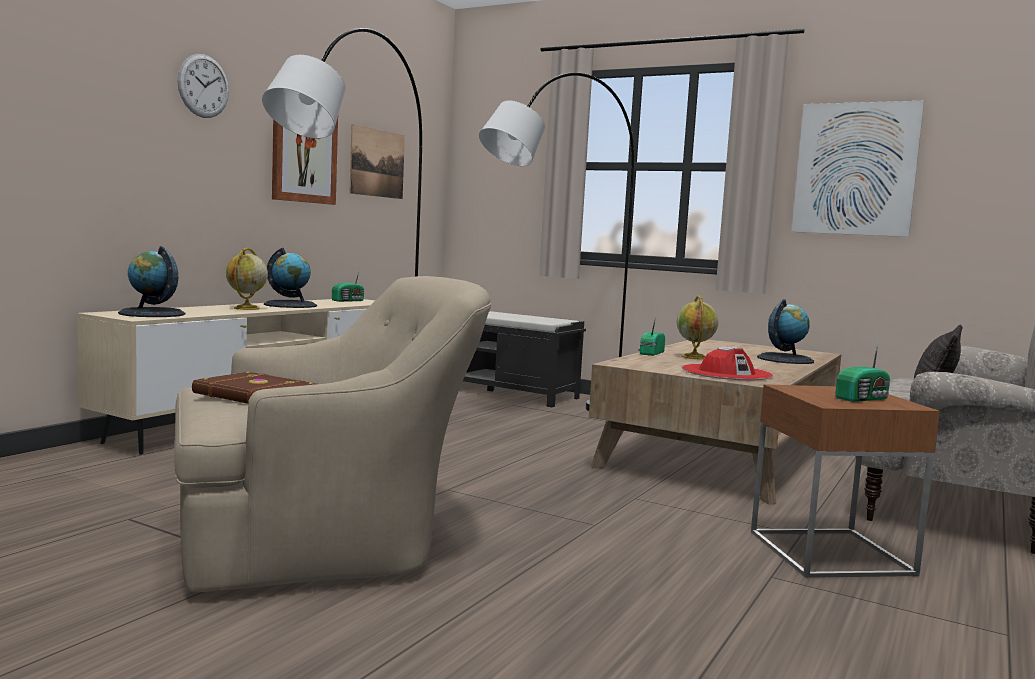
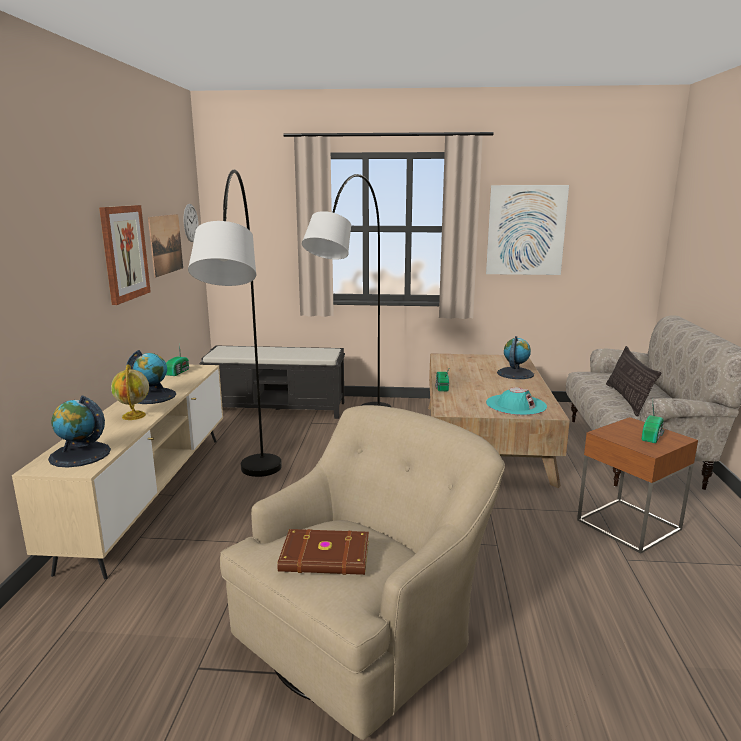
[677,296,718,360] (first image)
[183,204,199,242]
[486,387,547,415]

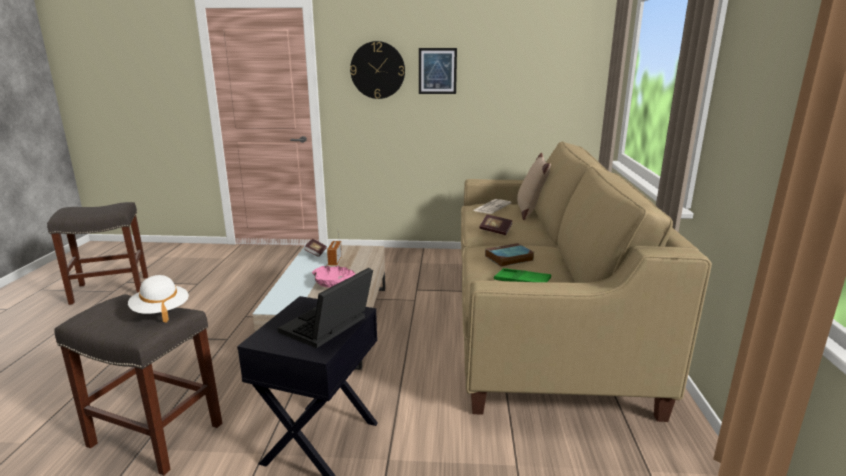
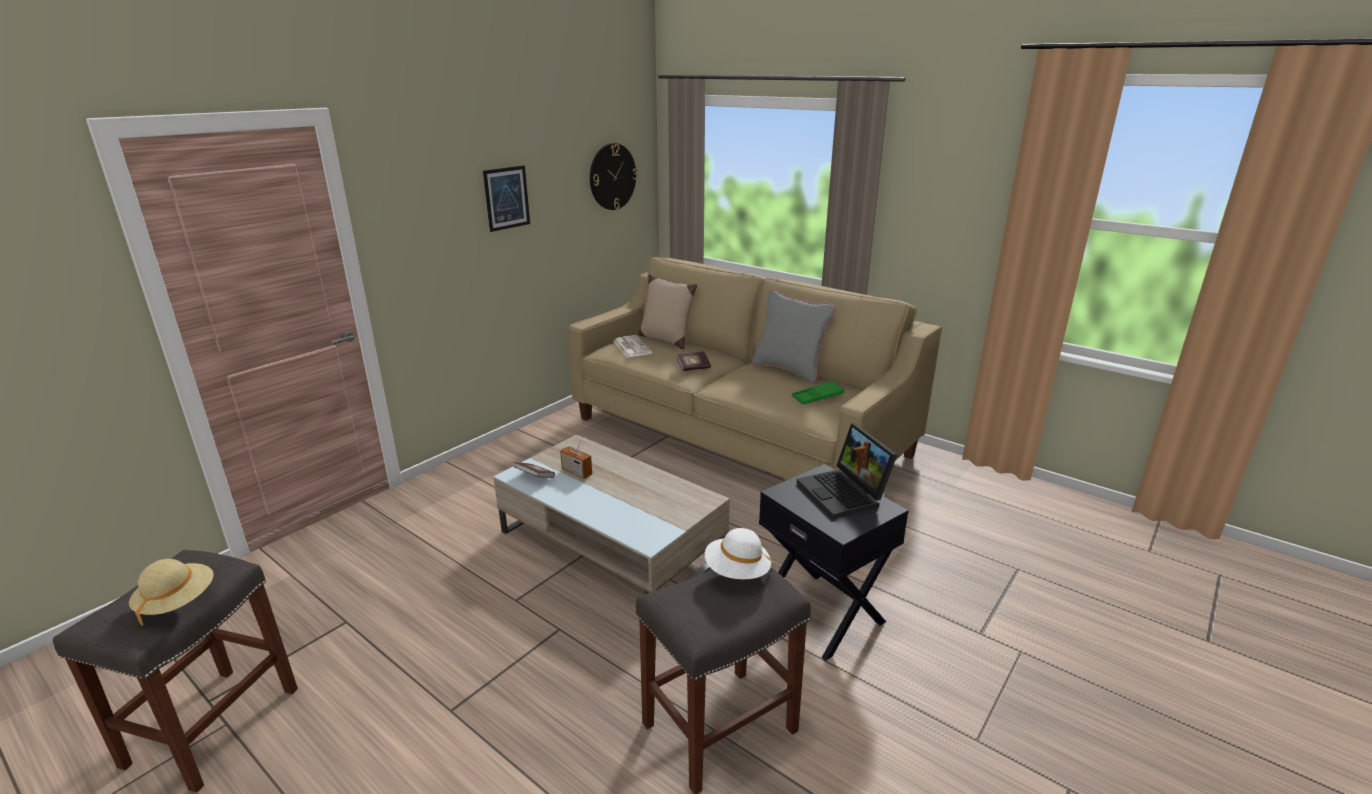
[312,266,355,288] (first image)
[485,243,535,267] (first image)
[129,559,214,626]
[752,290,836,384]
[590,143,638,210]

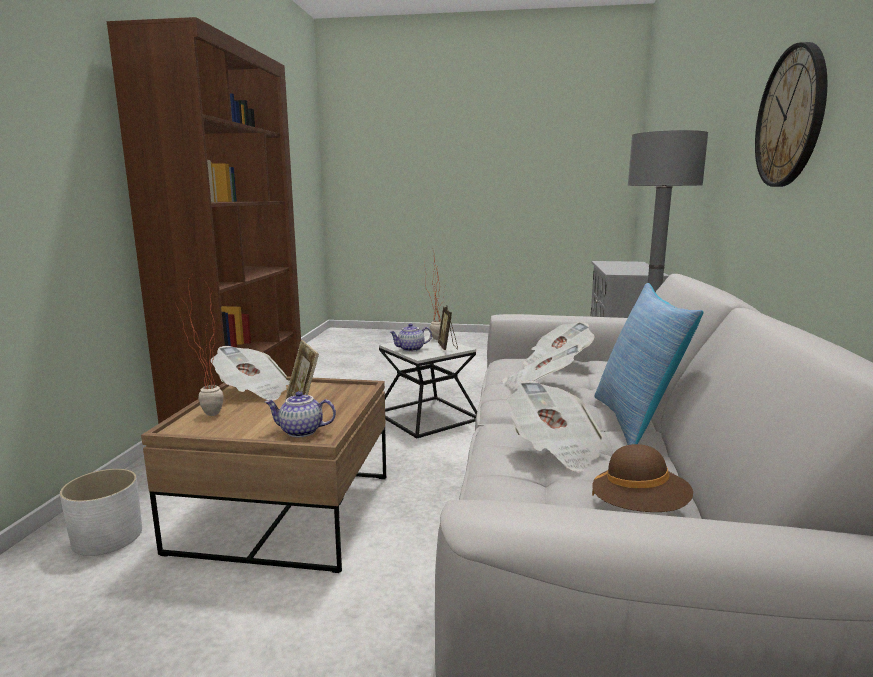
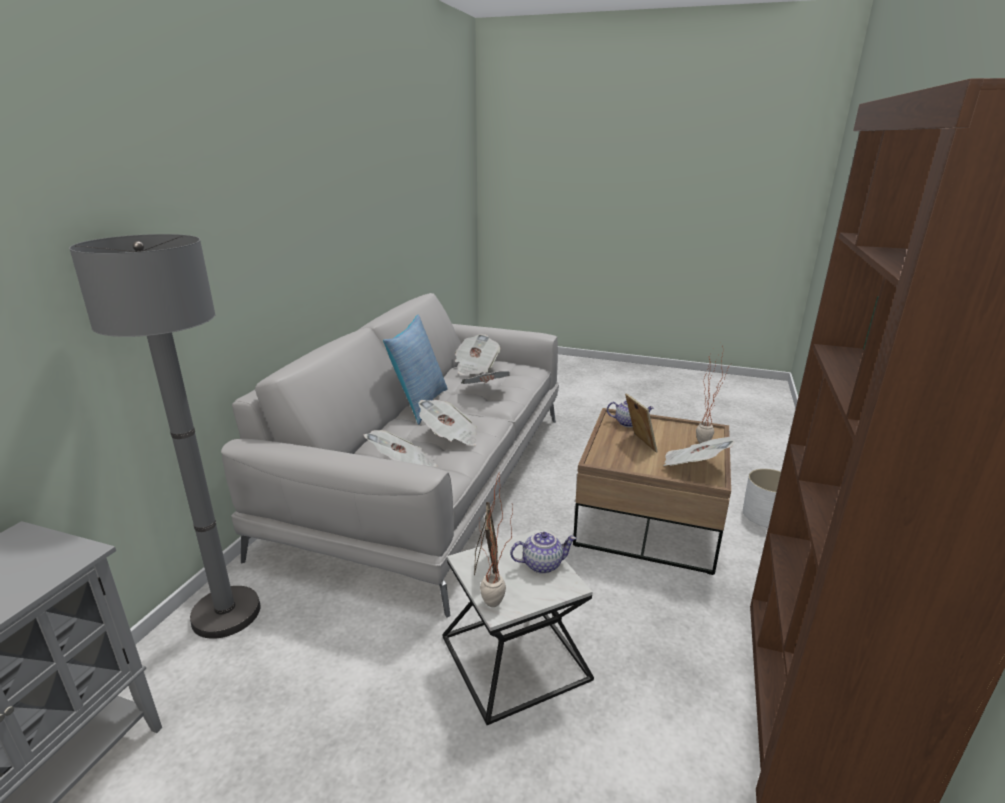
[755,42,827,187] (first image)
[455,334,501,375]

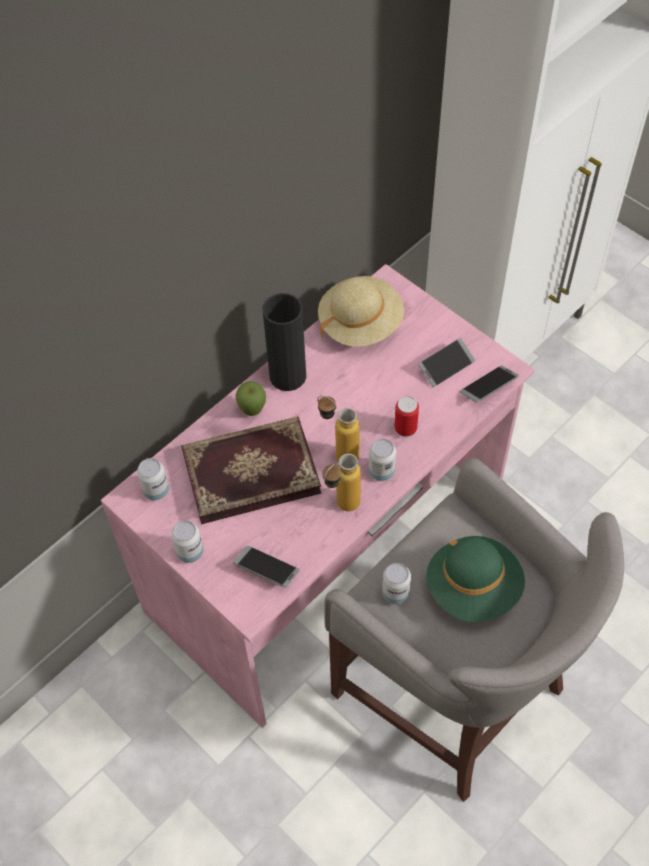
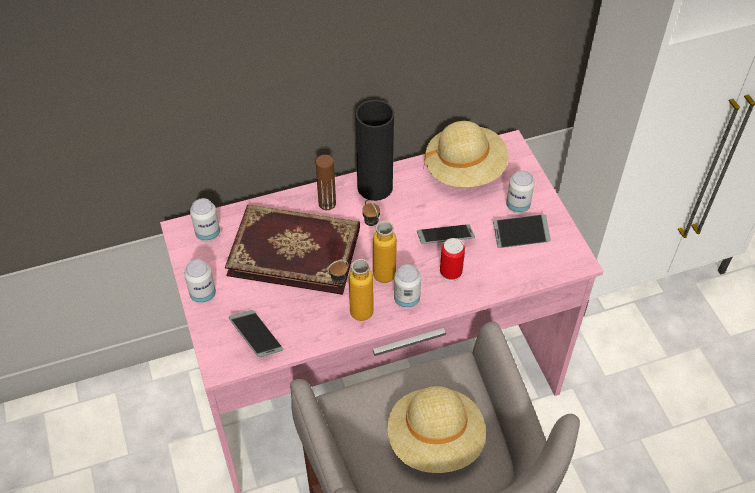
[506,170,535,213]
[417,224,475,244]
[316,155,336,210]
[388,386,486,473]

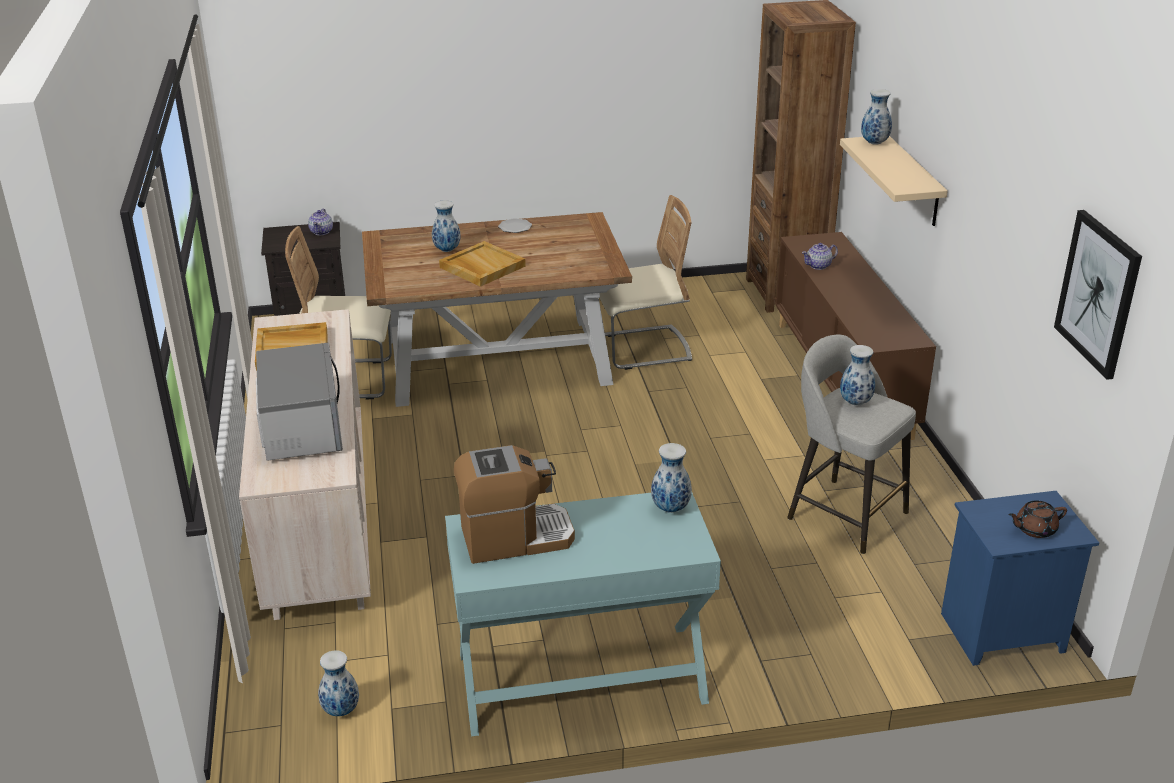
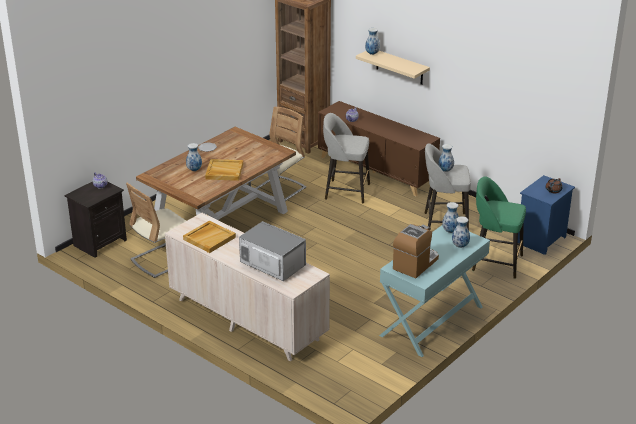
[1054,210,1142,380] (first image)
[323,113,370,204]
[472,176,526,279]
[452,216,470,248]

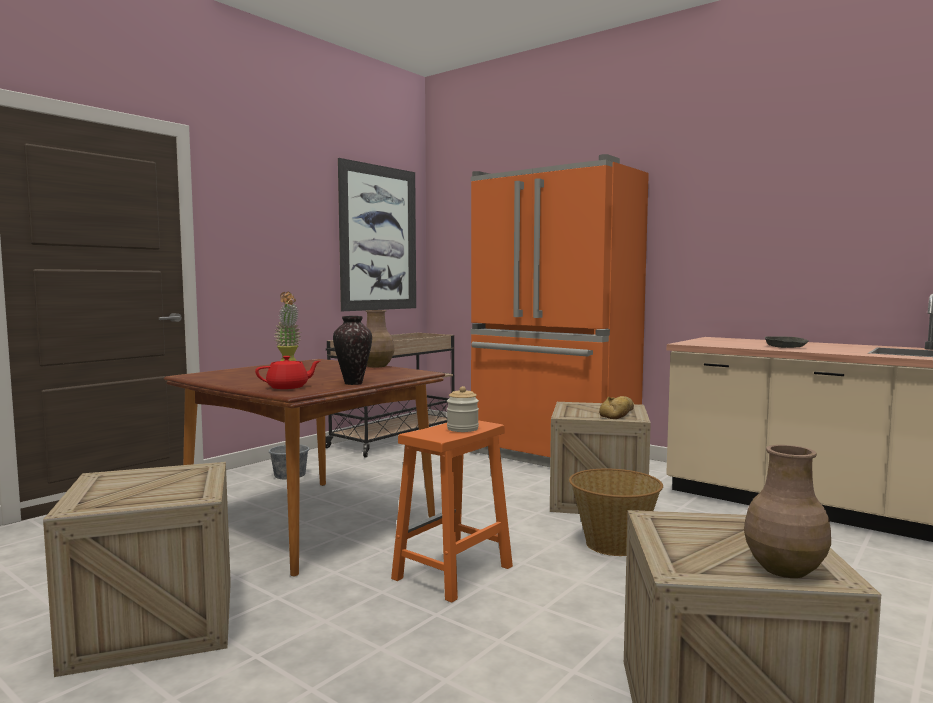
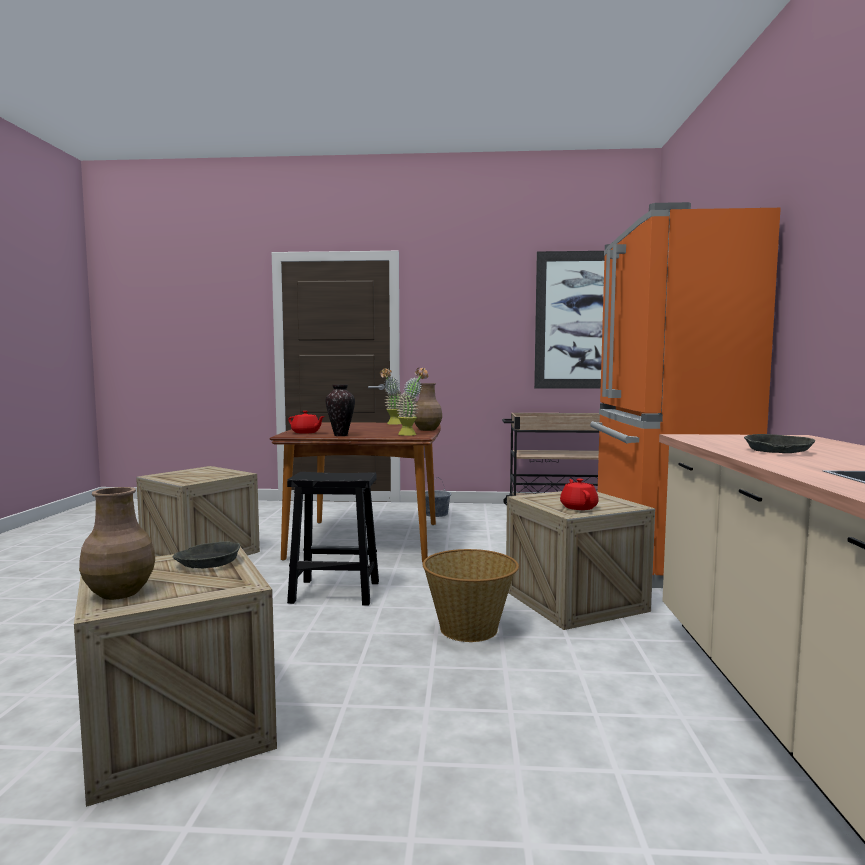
[447,386,479,432] (first image)
[173,541,240,568]
[397,368,428,436]
[560,479,599,510]
[287,472,379,606]

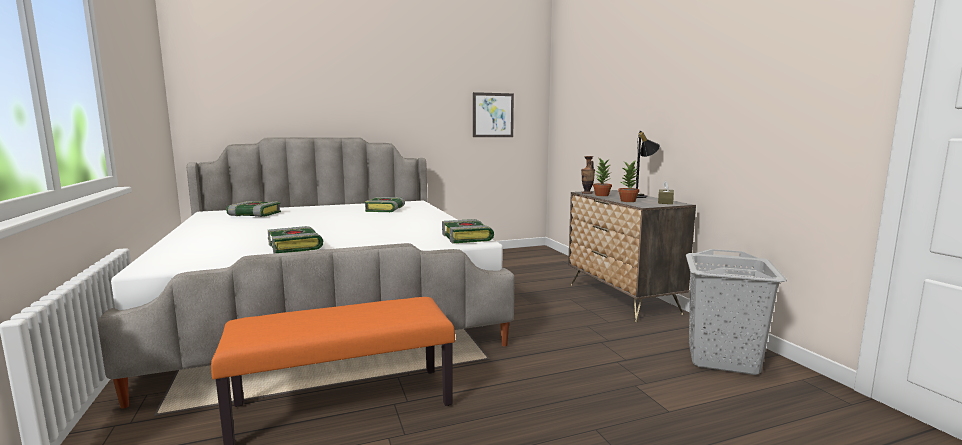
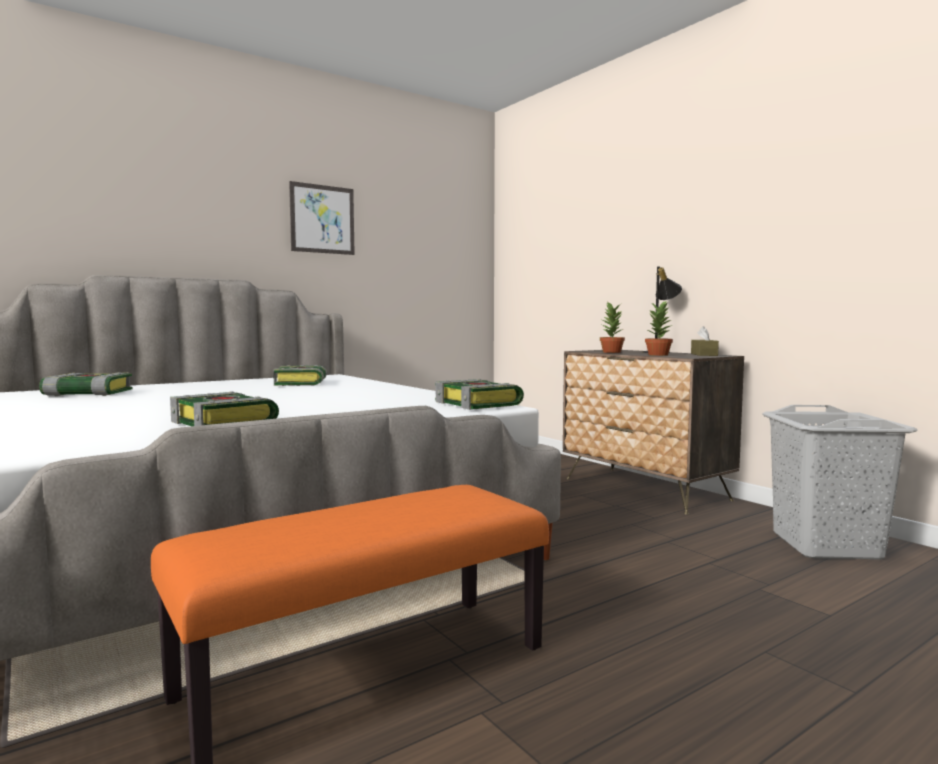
[581,156,595,194] (first image)
[289,181,355,255]

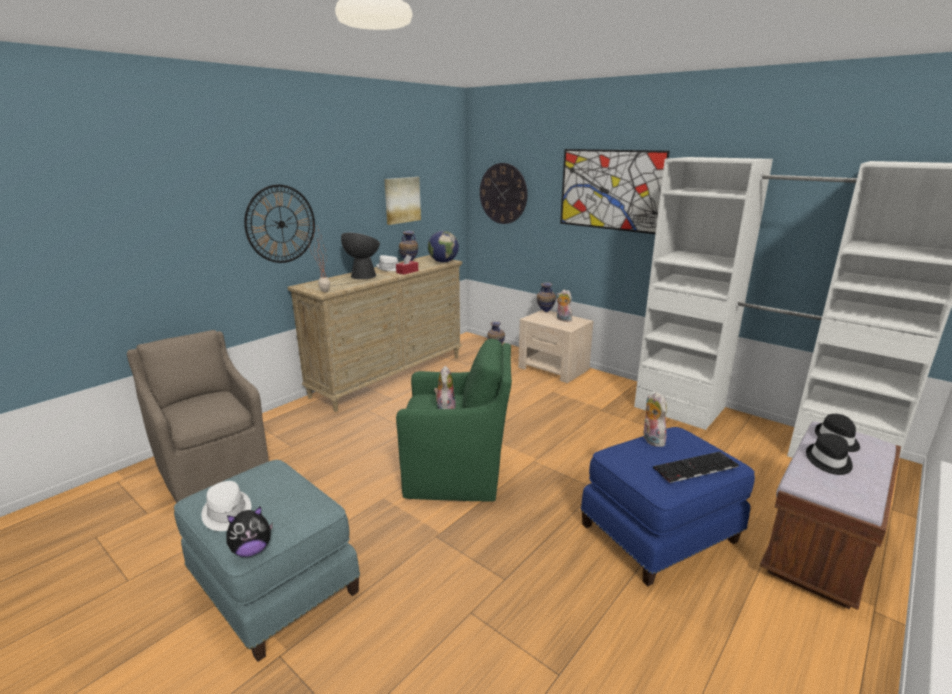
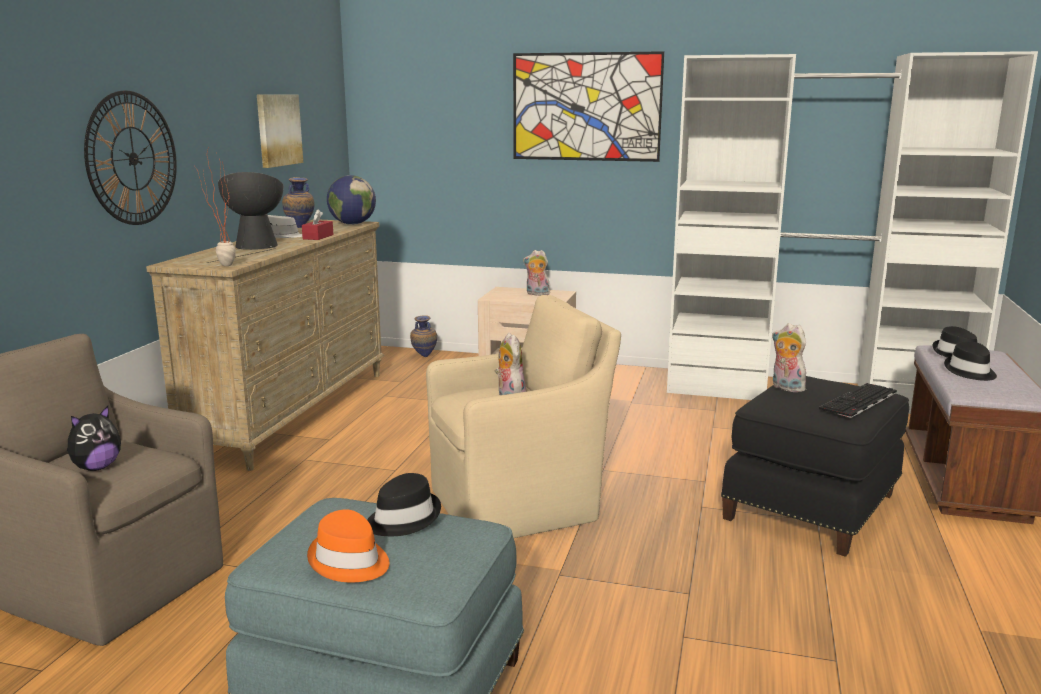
[480,163,527,224] (first image)
[537,283,556,312] (first image)
[367,473,441,536]
[67,406,121,471]
[307,509,389,582]
[426,295,621,538]
[721,376,909,557]

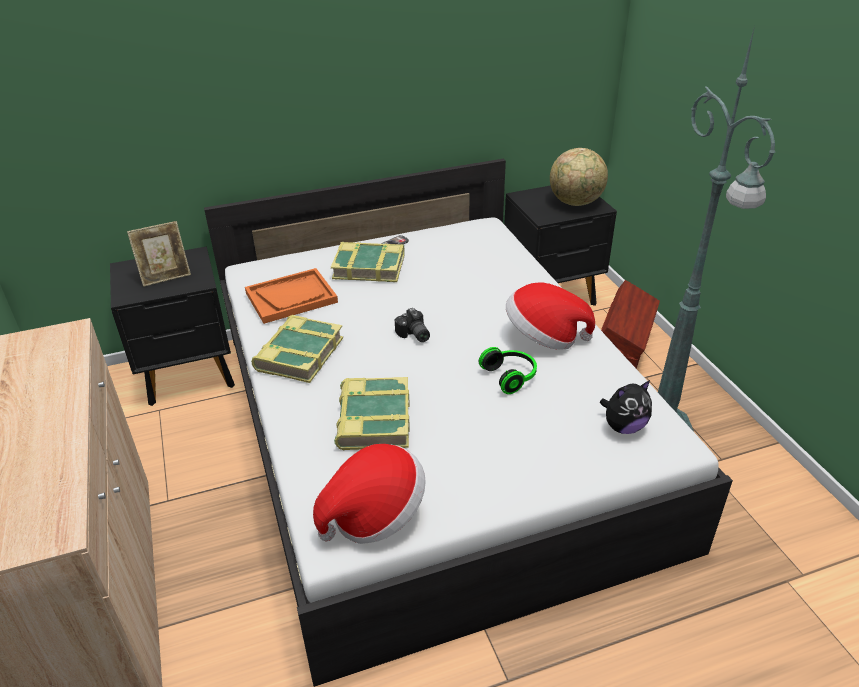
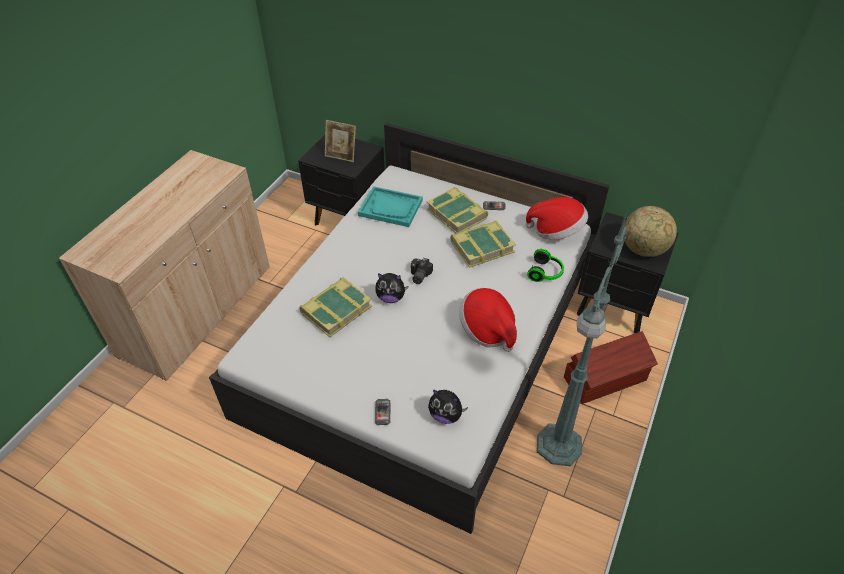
[375,273,409,303]
[375,399,391,425]
[450,221,516,268]
[526,197,588,240]
[527,249,564,282]
[358,186,423,227]

